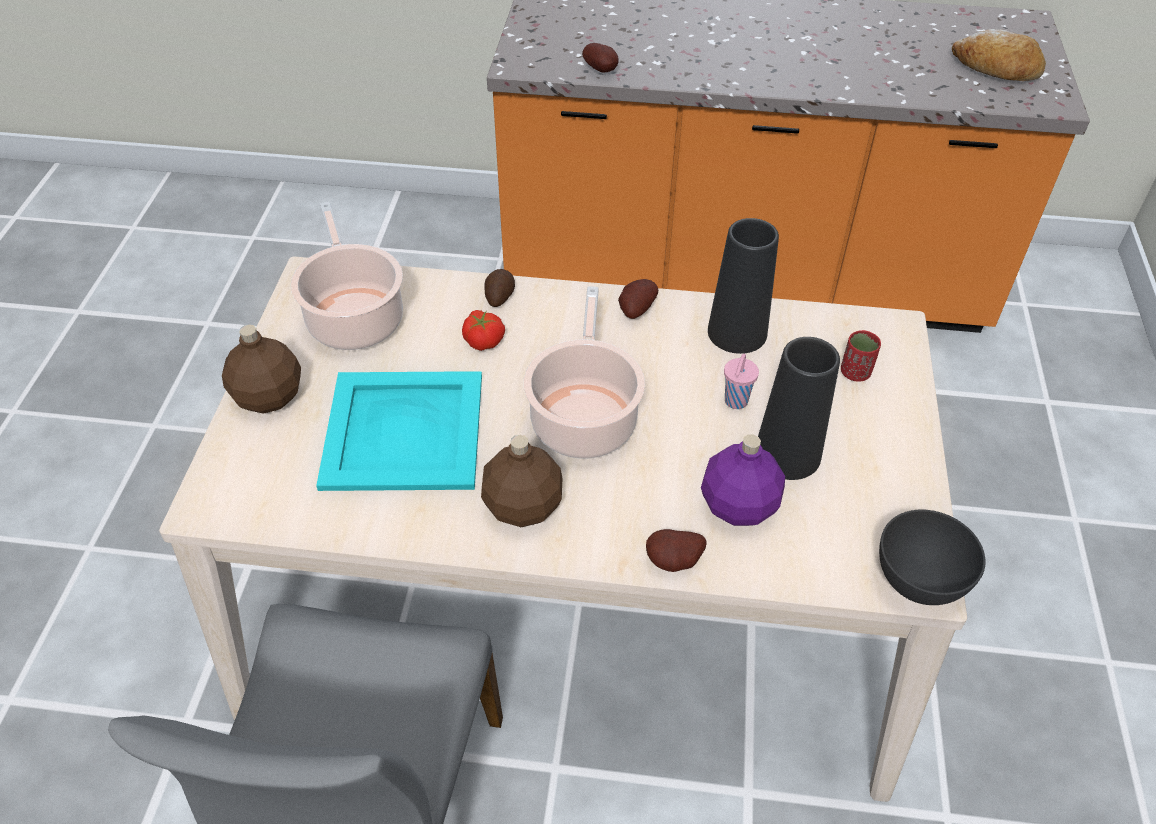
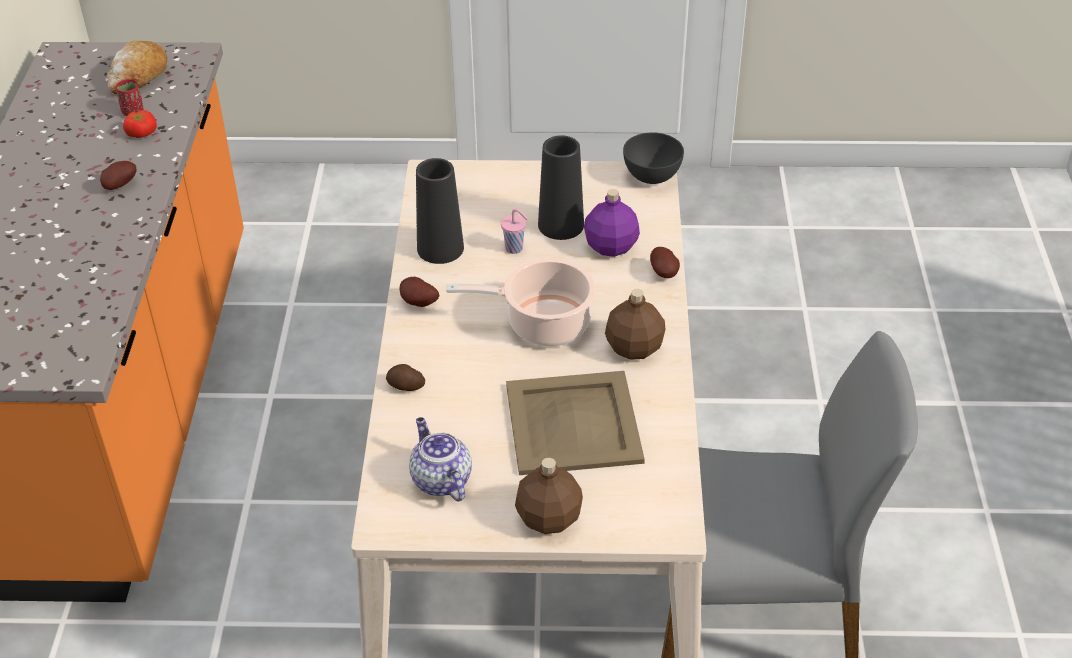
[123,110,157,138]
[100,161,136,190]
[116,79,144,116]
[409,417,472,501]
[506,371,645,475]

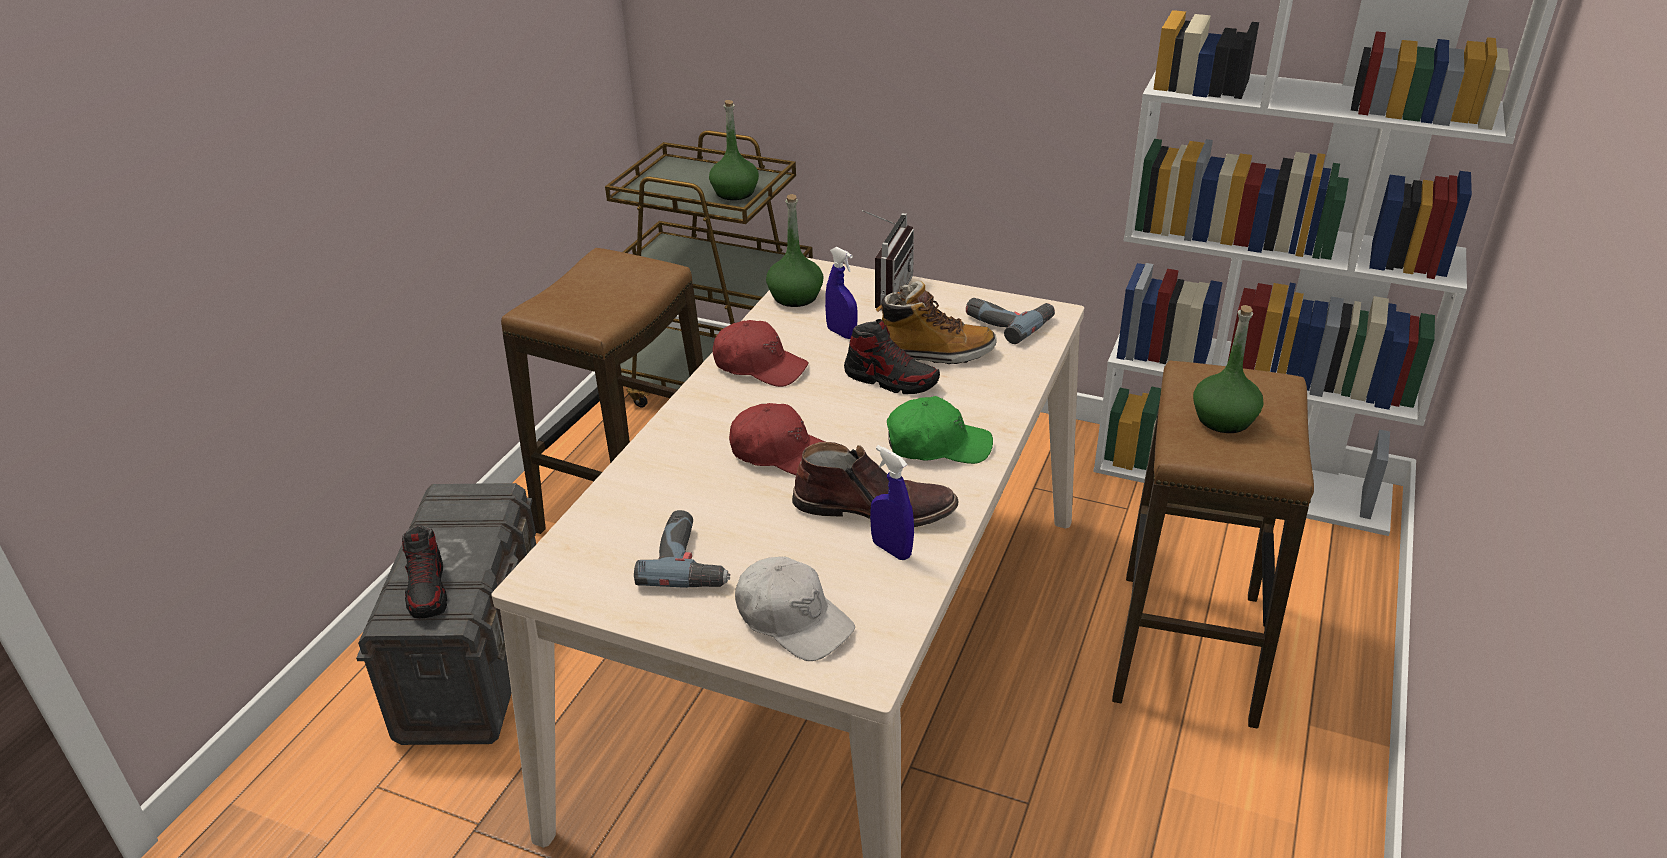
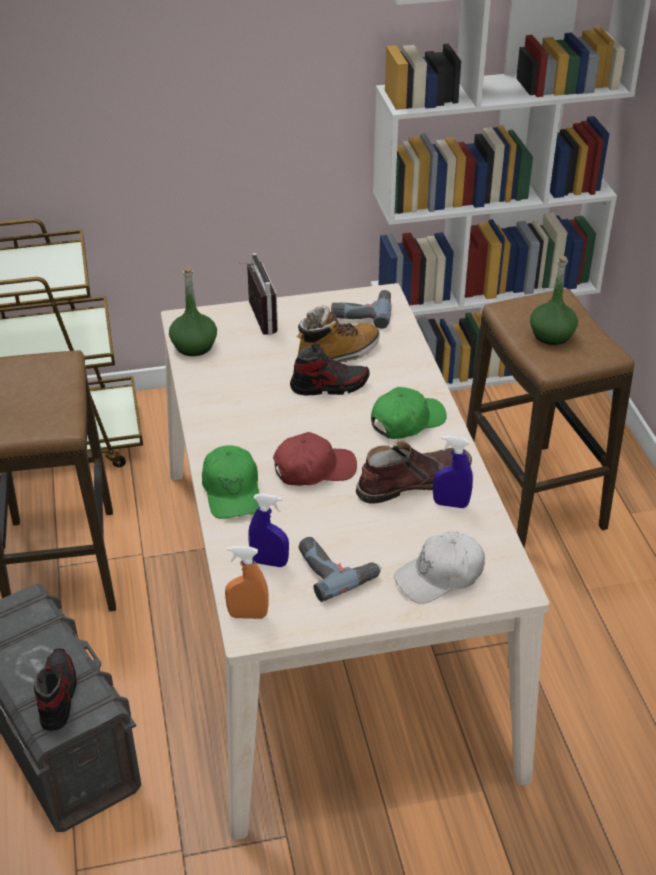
[709,100,759,200] (first image)
[712,320,809,387] (first image)
[202,445,260,519]
[225,546,269,619]
[248,493,289,567]
[34,648,77,731]
[394,531,485,604]

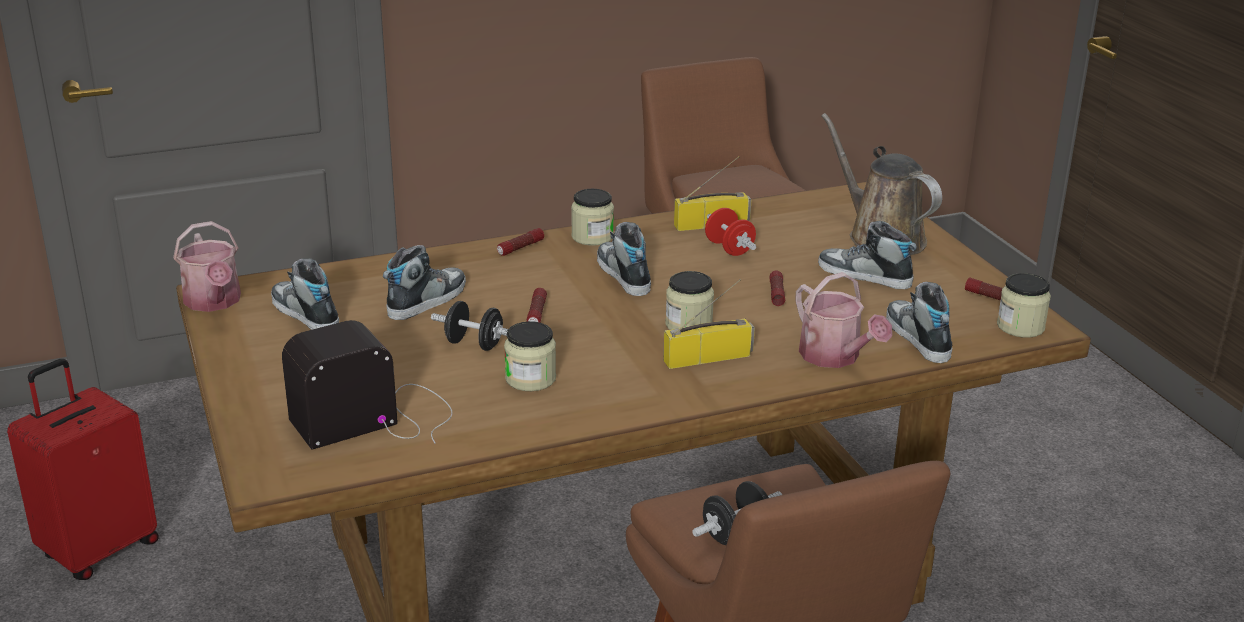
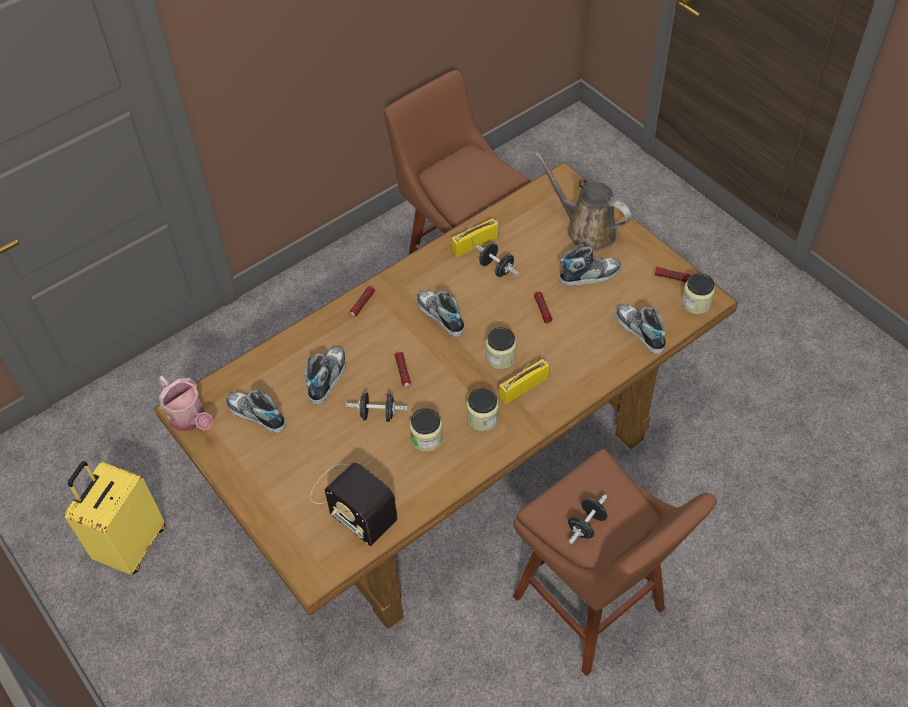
[795,272,892,368] (first image)
[467,388,499,431]
[65,461,165,575]
[476,243,519,277]
[310,461,397,546]
[559,244,621,286]

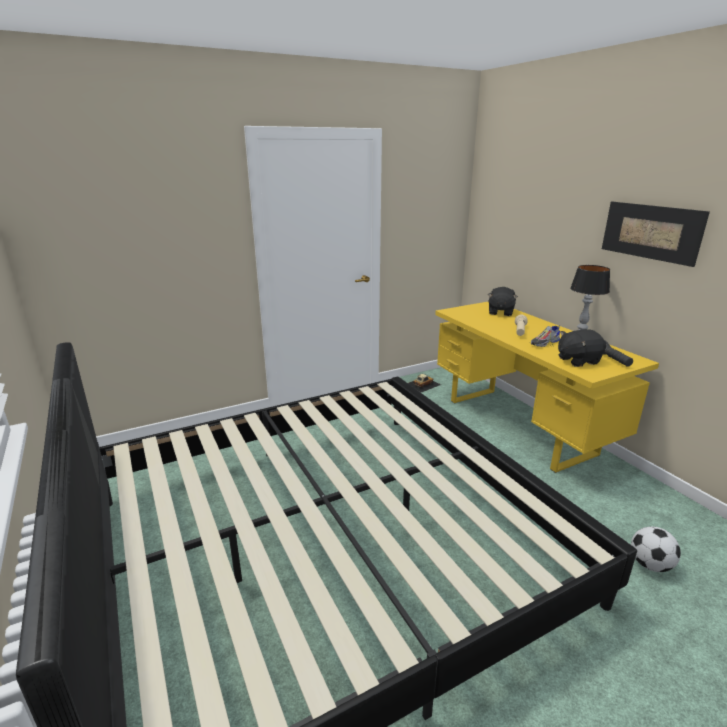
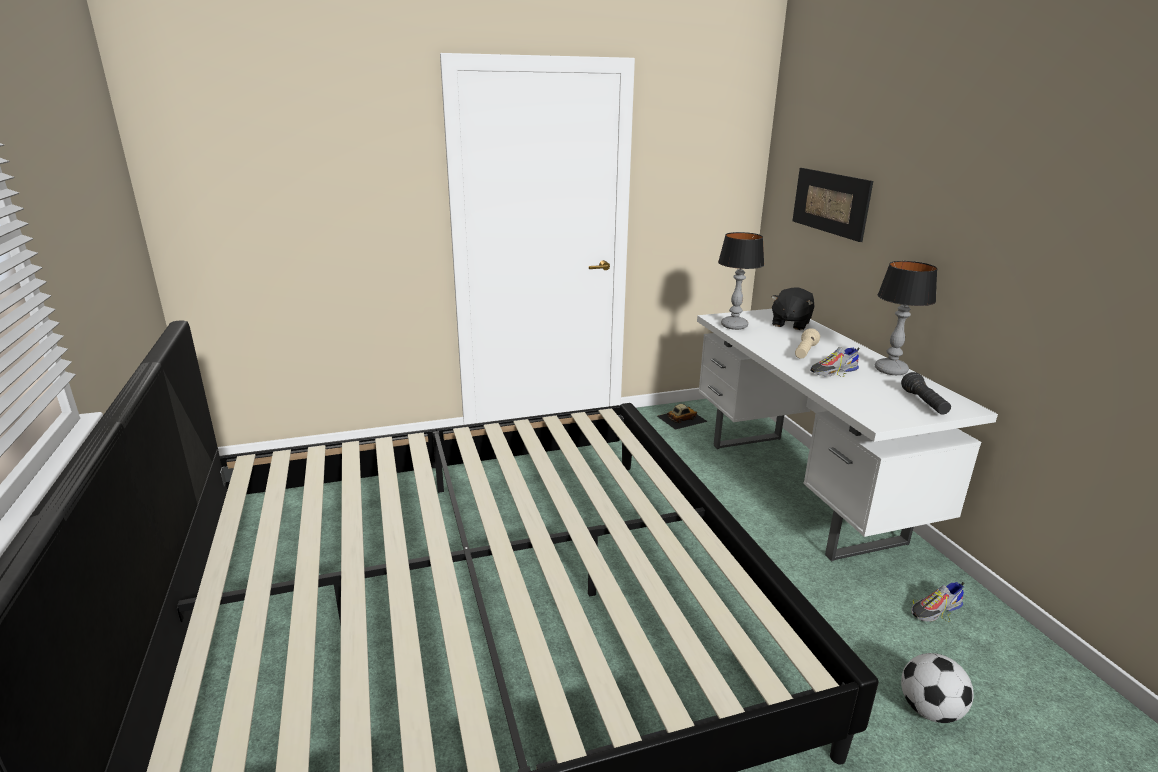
[558,329,606,367] (first image)
[718,232,764,330]
[911,582,964,622]
[792,168,873,242]
[697,309,998,561]

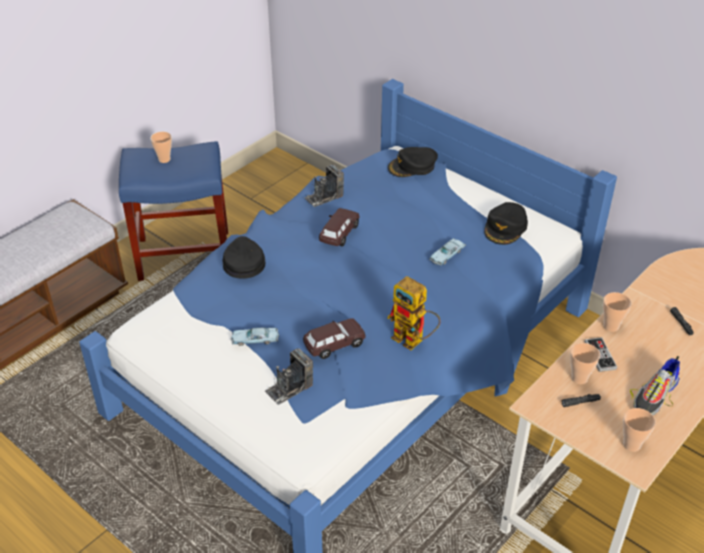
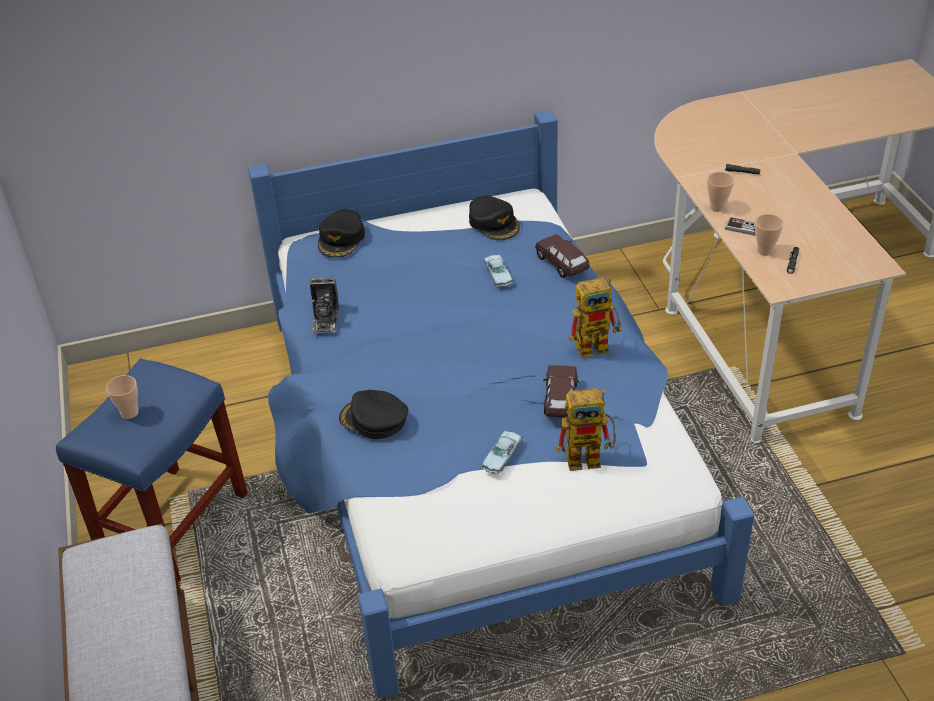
[623,408,656,452] (first image)
[630,356,680,415] (first image)
[535,234,589,278]
[556,388,616,471]

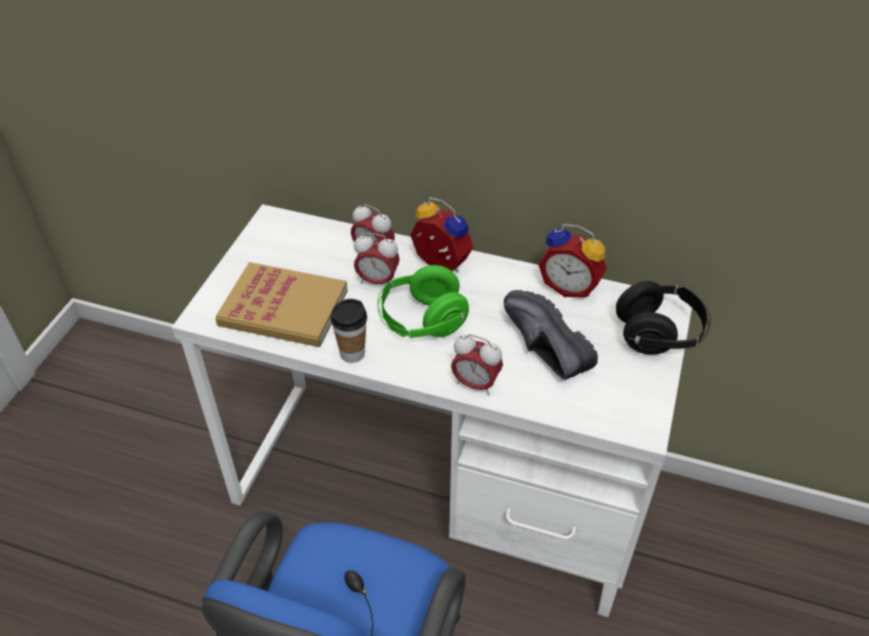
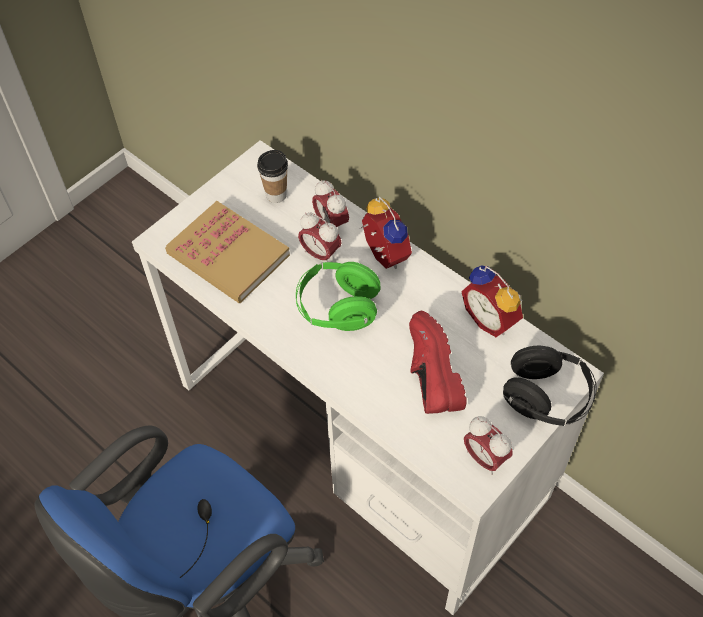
[257,150,288,203]
[464,416,513,475]
[409,311,466,414]

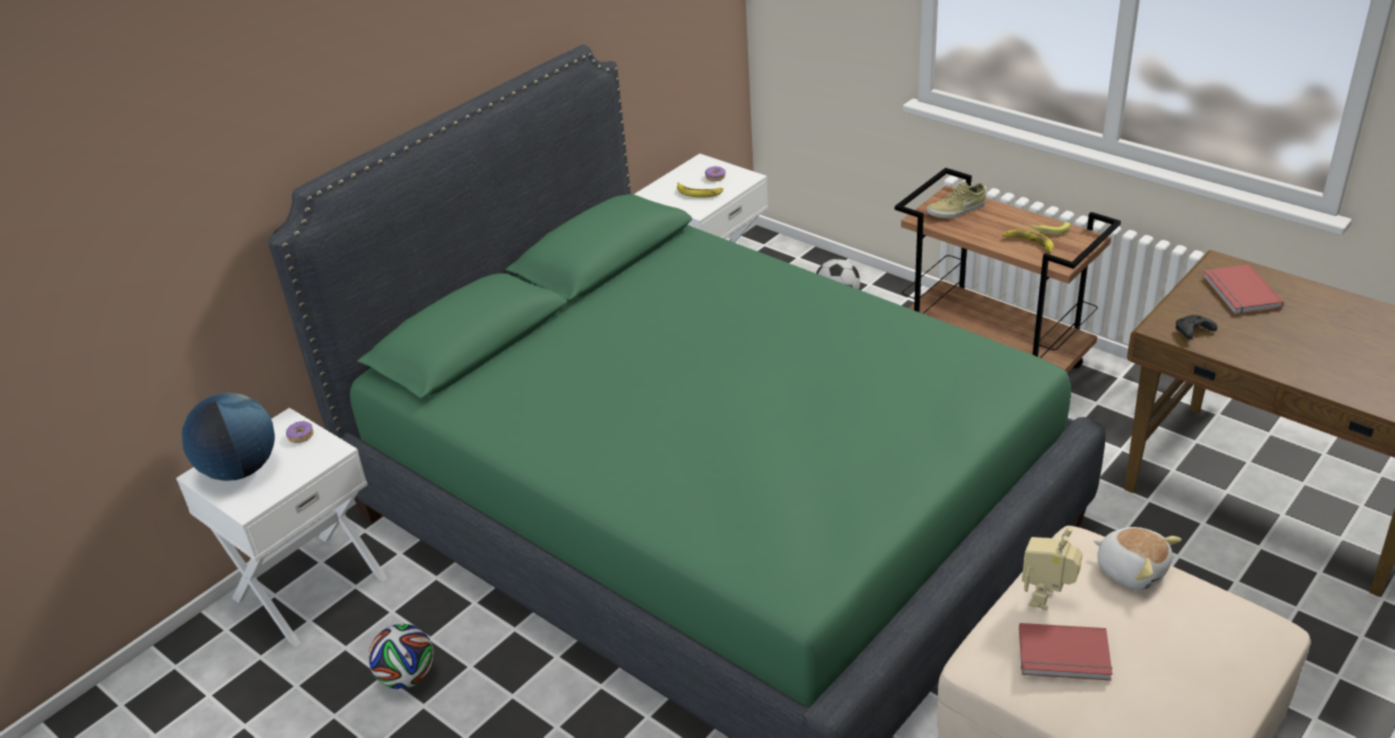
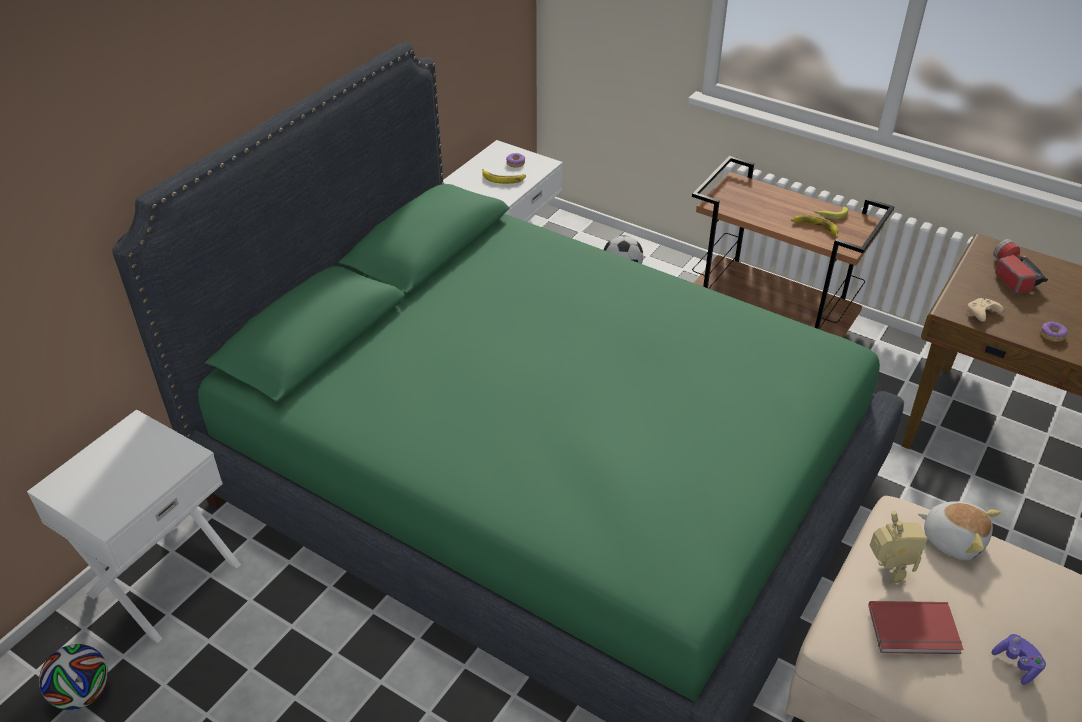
[182,393,275,481] (first image)
[926,181,986,218] (first image)
[992,634,1046,685]
[1040,321,1068,342]
[39,644,108,710]
[993,239,1048,294]
[967,298,1004,322]
[870,511,928,585]

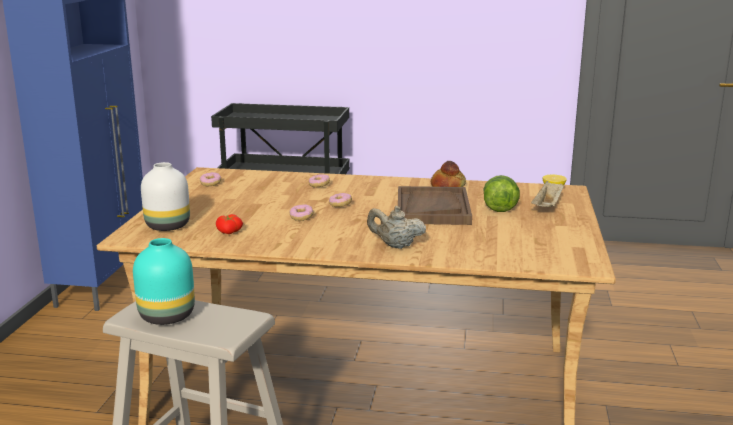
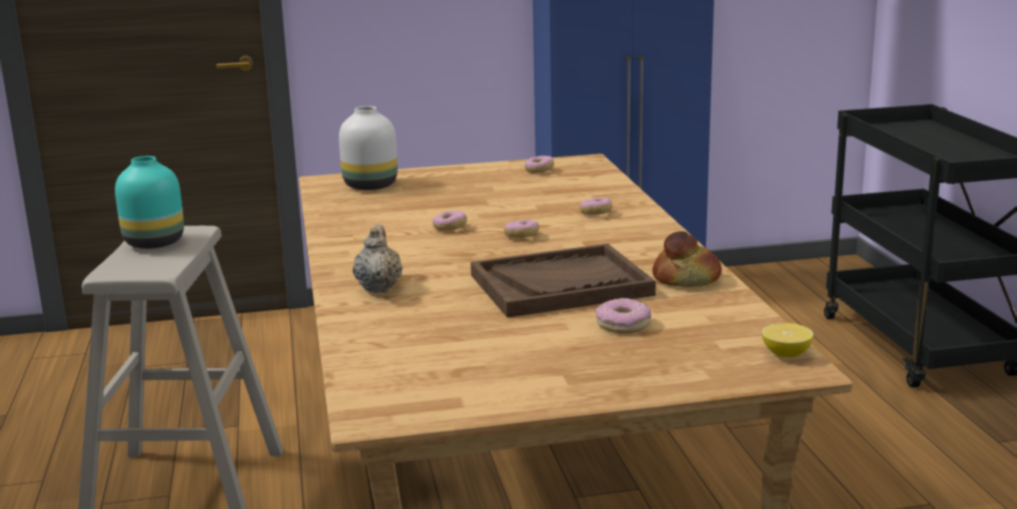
[216,214,243,234] (first image)
[531,181,564,207] (first image)
[596,298,651,334]

